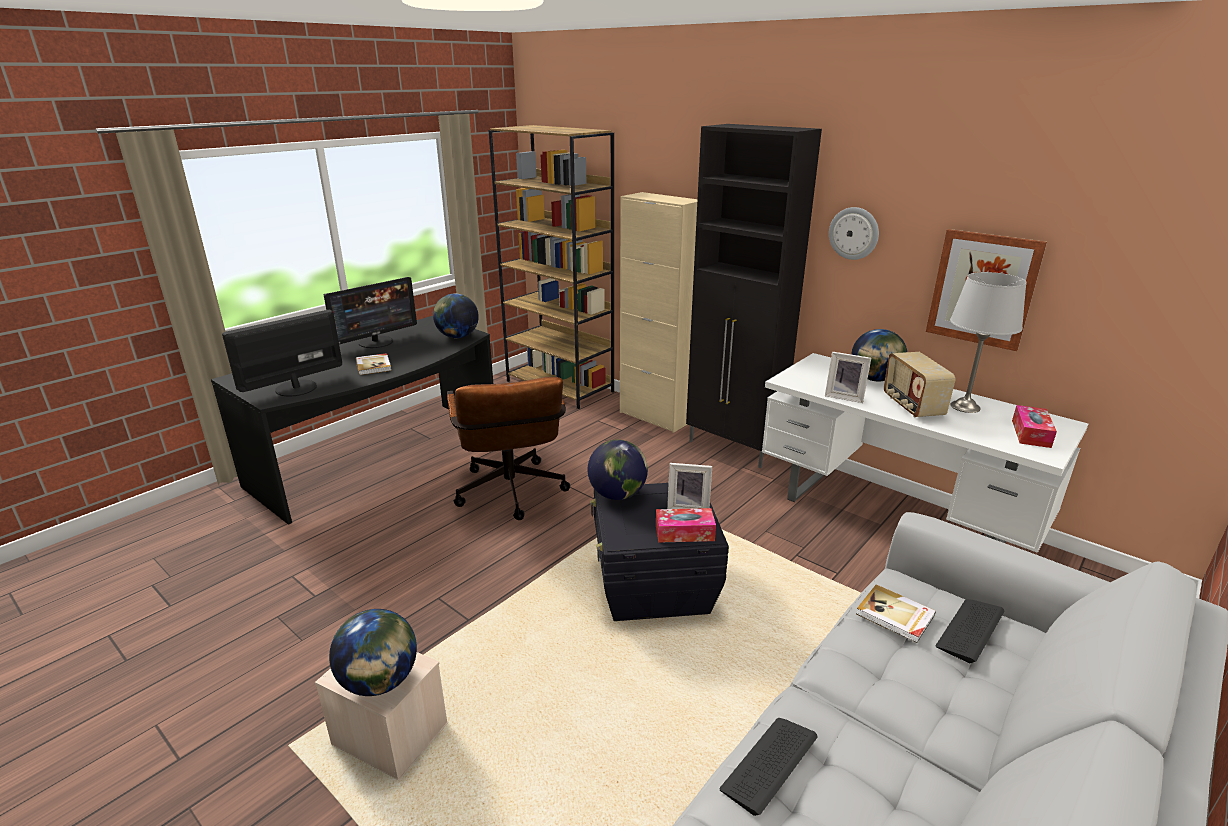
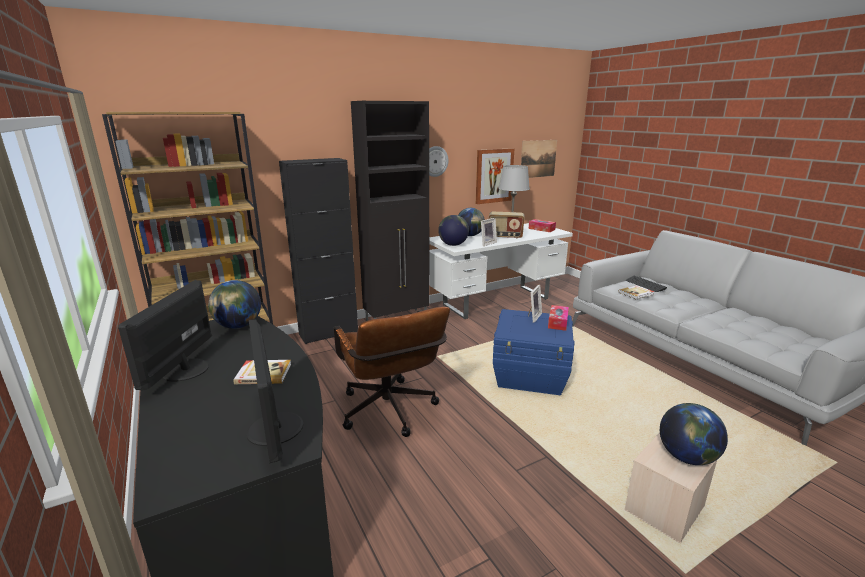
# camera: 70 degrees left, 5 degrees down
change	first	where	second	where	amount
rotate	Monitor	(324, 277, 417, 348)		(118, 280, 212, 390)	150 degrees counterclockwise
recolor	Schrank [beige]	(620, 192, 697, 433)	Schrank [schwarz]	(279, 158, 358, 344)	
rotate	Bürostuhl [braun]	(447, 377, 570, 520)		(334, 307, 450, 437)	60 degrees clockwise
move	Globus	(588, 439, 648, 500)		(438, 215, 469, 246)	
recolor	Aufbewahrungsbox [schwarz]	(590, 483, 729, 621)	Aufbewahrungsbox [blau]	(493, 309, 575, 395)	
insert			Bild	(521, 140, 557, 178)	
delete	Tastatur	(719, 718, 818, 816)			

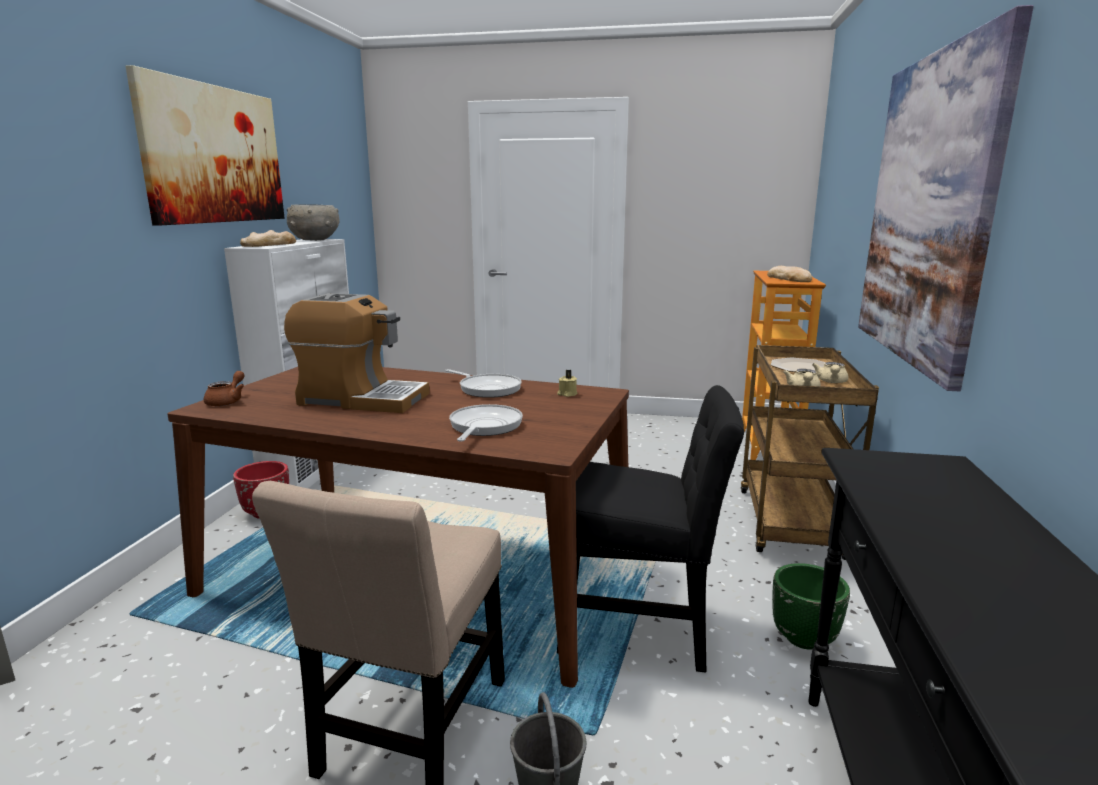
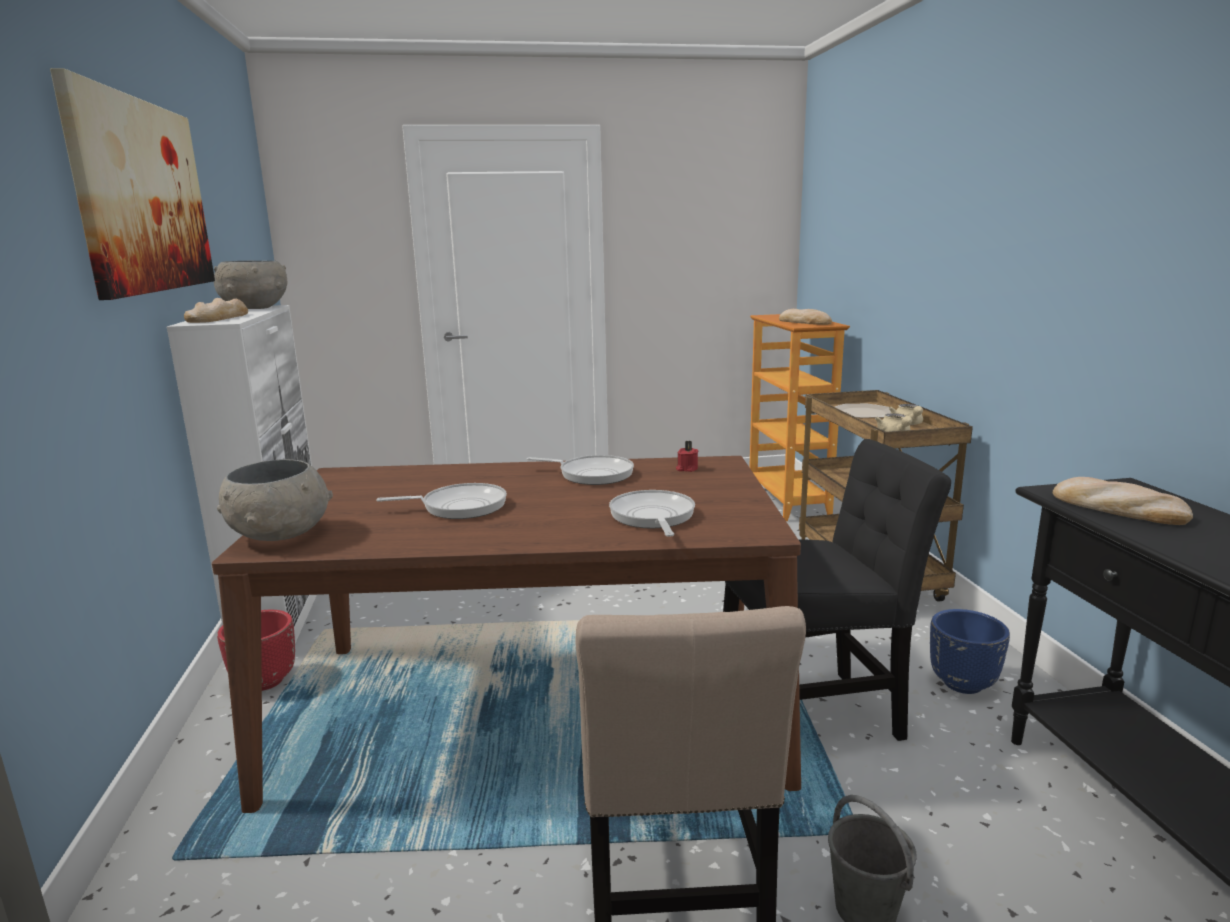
# camera: 20 degrees left, 0 degrees up
change	first	where	second	where	amount
replace	Teekanne [braun]	(204, 371, 245, 406)	Schüssel [grau]	(217, 459, 333, 541)	
replace	Kaffeemaschine	(284, 293, 430, 413)	Pfanne	(376, 483, 507, 519)	
recolor	Kerze [beige]	(557, 370, 578, 397)	Kerze [rot]	(676, 441, 698, 472)	
recolor	Pflanzkübel [grün]	(772, 563, 850, 650)	Pflanzkübel [blau]	(930, 609, 1010, 694)	
insert			Brot	(1053, 477, 1193, 525)	
delete	Bild	(858, 5, 1034, 391)			

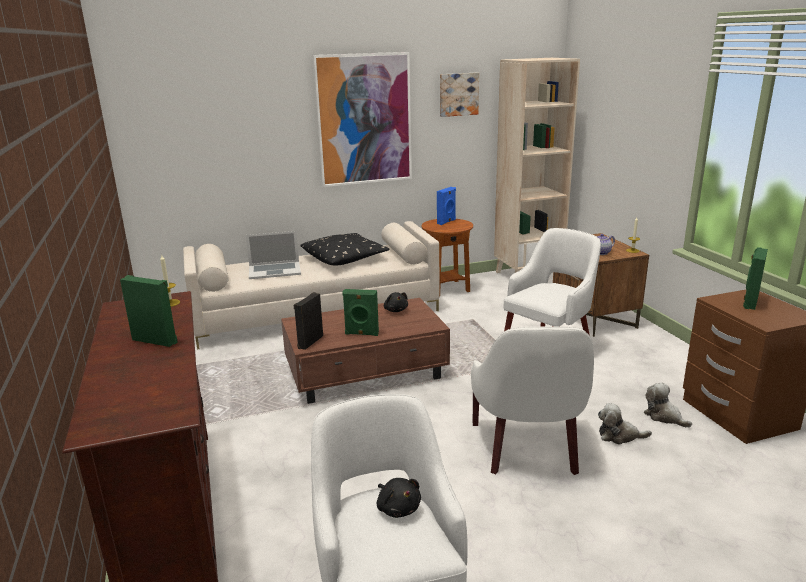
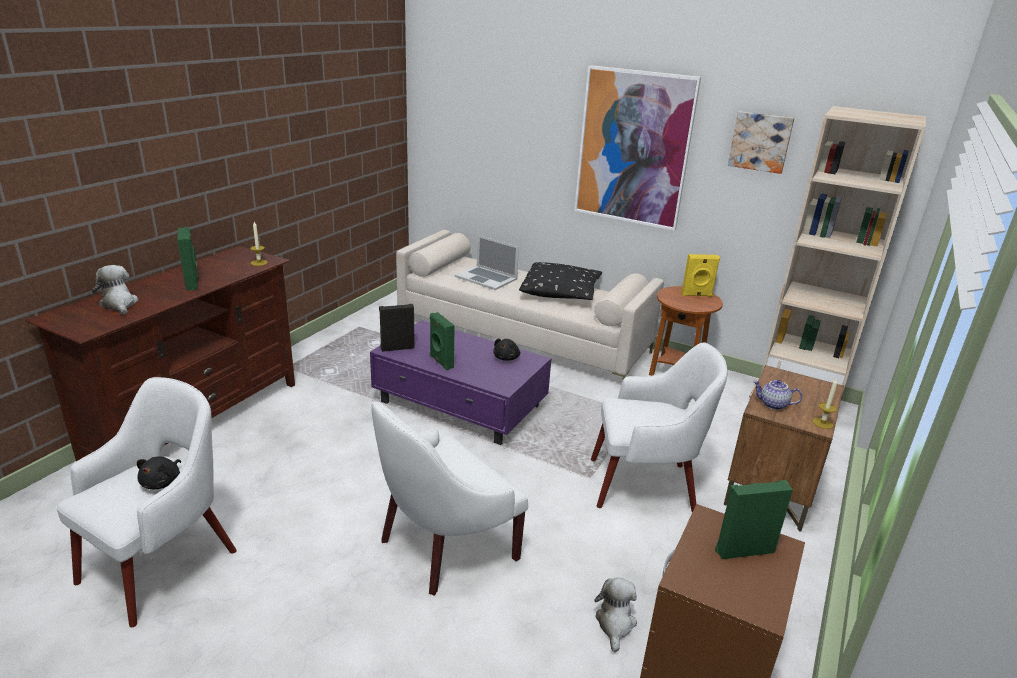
# camera: 45 degrees right, 5 degrees up
change	first	where	second	where	amount
move	Plüschtier	(598, 403, 652, 445)		(92, 265, 138, 315)	
recolor	Couchtisch [braun]	(281, 298, 450, 404)	Couchtisch [lila]	(370, 320, 551, 445)	
recolor	Lautsprecher [blau]	(437, 187, 456, 225)	Lautsprecher [gelb]	(681, 254, 720, 297)	

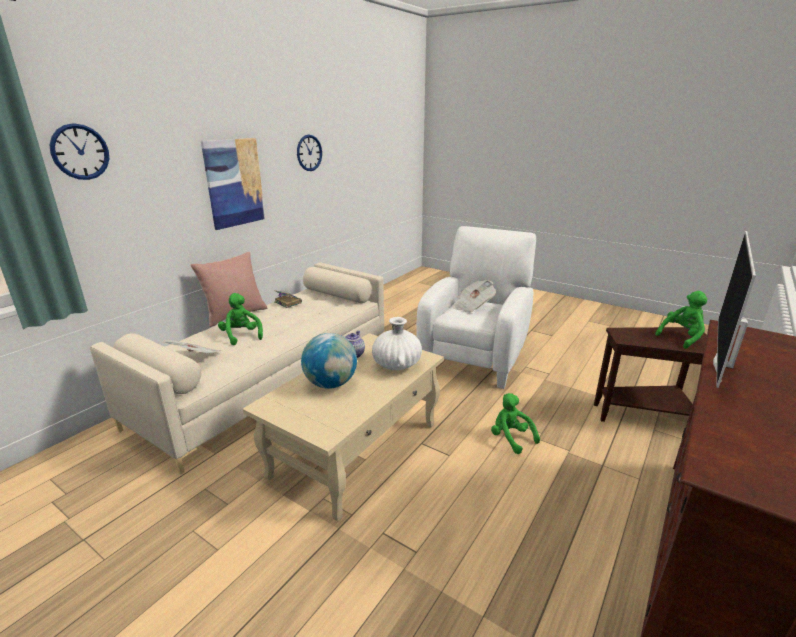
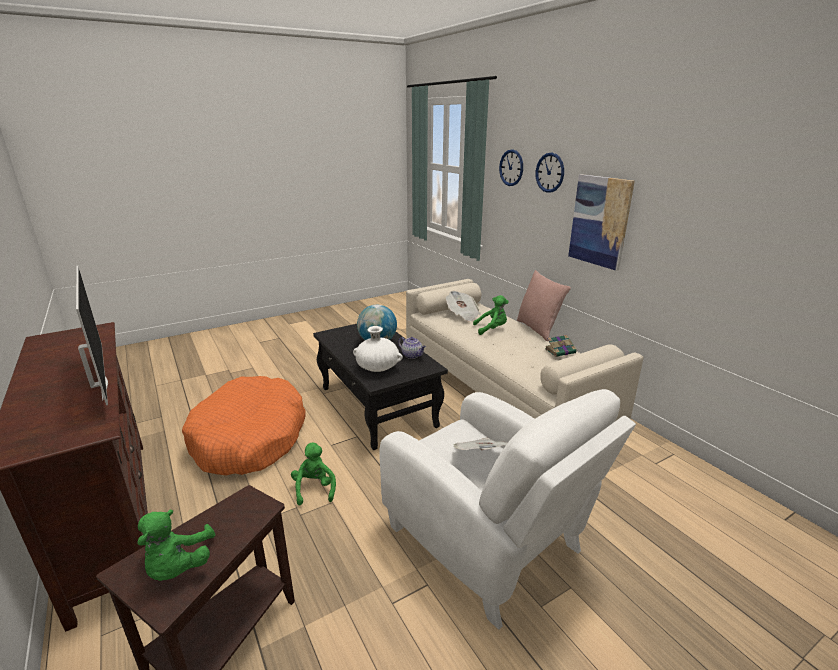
# camera: 115 degrees right, 0 degrees up
change	first	where	second	where	amount
insert			Hundebett [orange]	(182, 376, 305, 476)	
rotate	Plüschtier [grün]	(491, 393, 540, 454)		(291, 442, 336, 506)	90 degrees counterclockwise
recolor	Couchtisch [beige]	(243, 333, 444, 521)	Couchtisch [schwarz]	(313, 324, 448, 450)	
move	Wanduhr	(297, 135, 322, 171)		(536, 153, 564, 193)	

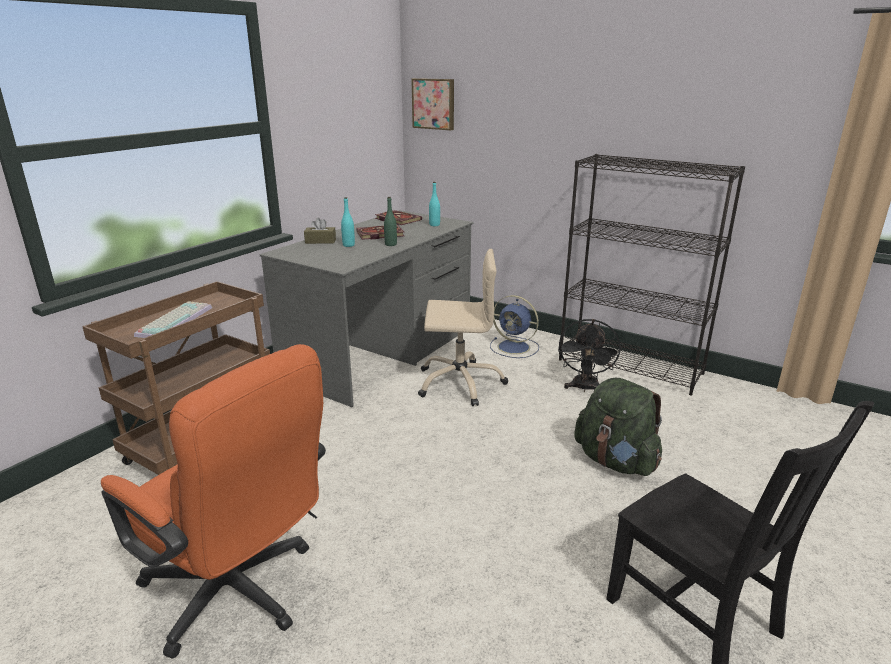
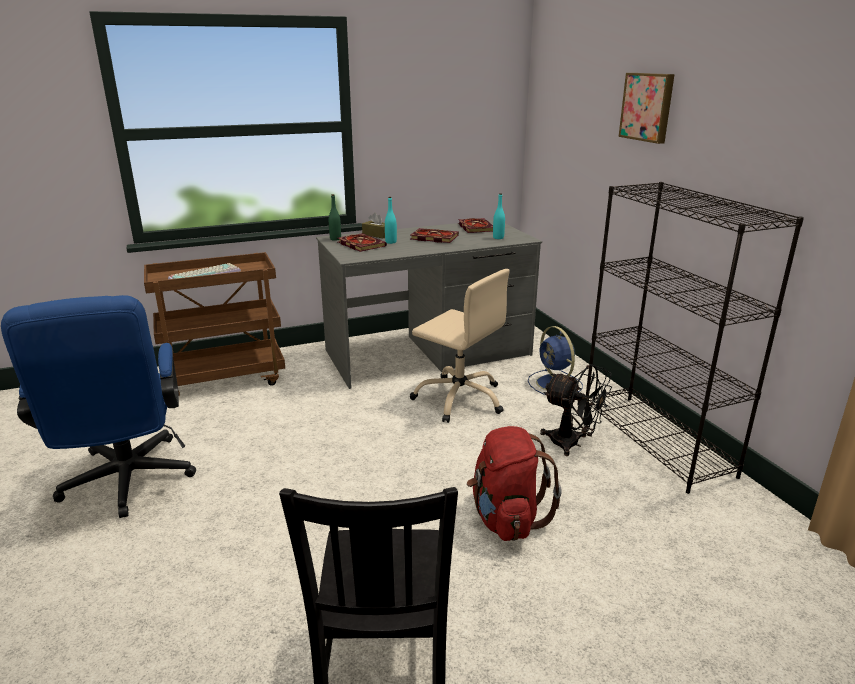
# camera: 35 degrees right, 0 degrees up
change	first	where	second	where	amount
recolor	Bürostuhl [orange]	(101, 344, 326, 659)	Bürostuhl [blau]	(1, 295, 196, 518)	
move	Flasche [grün]	(384, 197, 397, 246)		(329, 194, 341, 241)	
insert			Buch	(338, 233, 387, 252)	
recolor	Rucksack [grün]	(574, 378, 662, 476)	Rucksack [rot]	(467, 426, 562, 541)	
rotate	Ventilator [schwarz]	(558, 319, 620, 392)		(540, 364, 612, 456)	105 degrees counterclockwise
move	Bild	(411, 78, 454, 130)		(618, 73, 675, 144)	

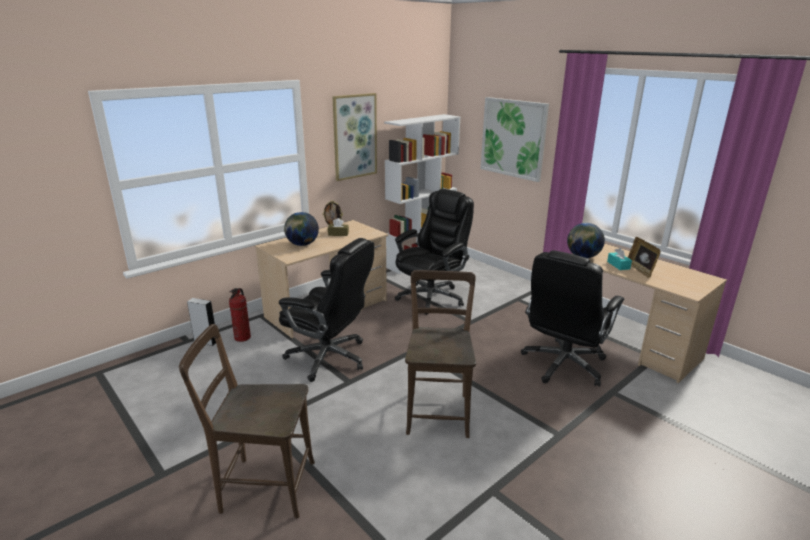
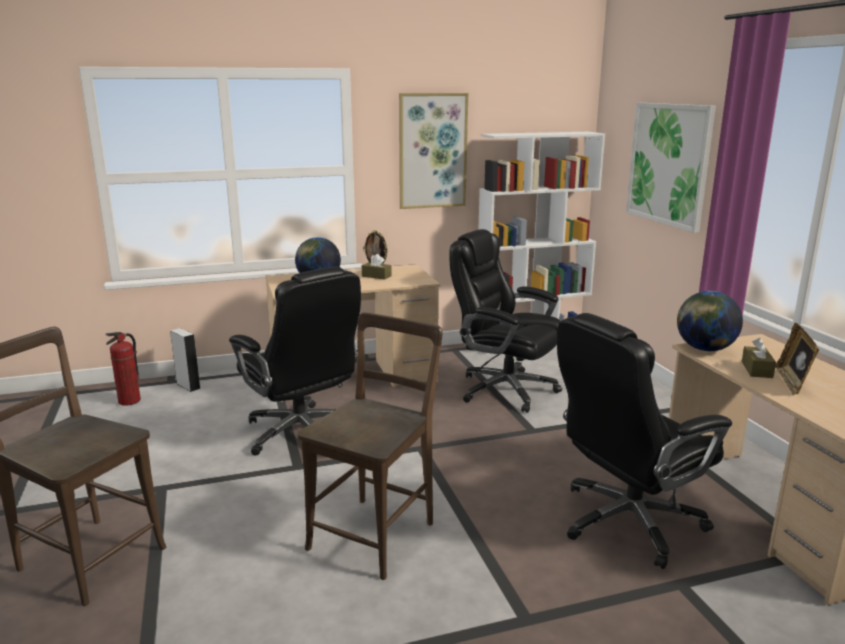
# camera: 25 degrees right, 5 degrees down
change	first	where	second	where	amount
move	Feuerlöscher	(229, 288, 251, 342)		(105, 332, 141, 406)	
rotate	Bürostuhl [schwarz]	(395, 189, 474, 315)		(450, 229, 562, 413)	120 degrees counterclockwise
recolor	Taschentuchbox [türkis]	(607, 248, 632, 270)	Taschentuchbox [braun]	(742, 338, 776, 378)	

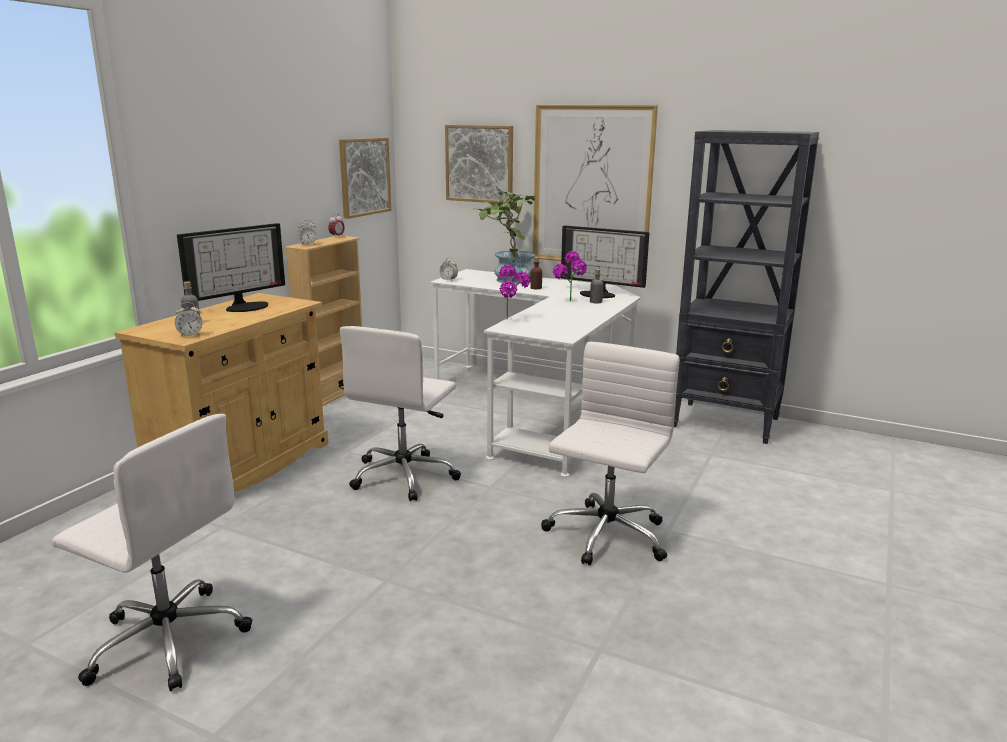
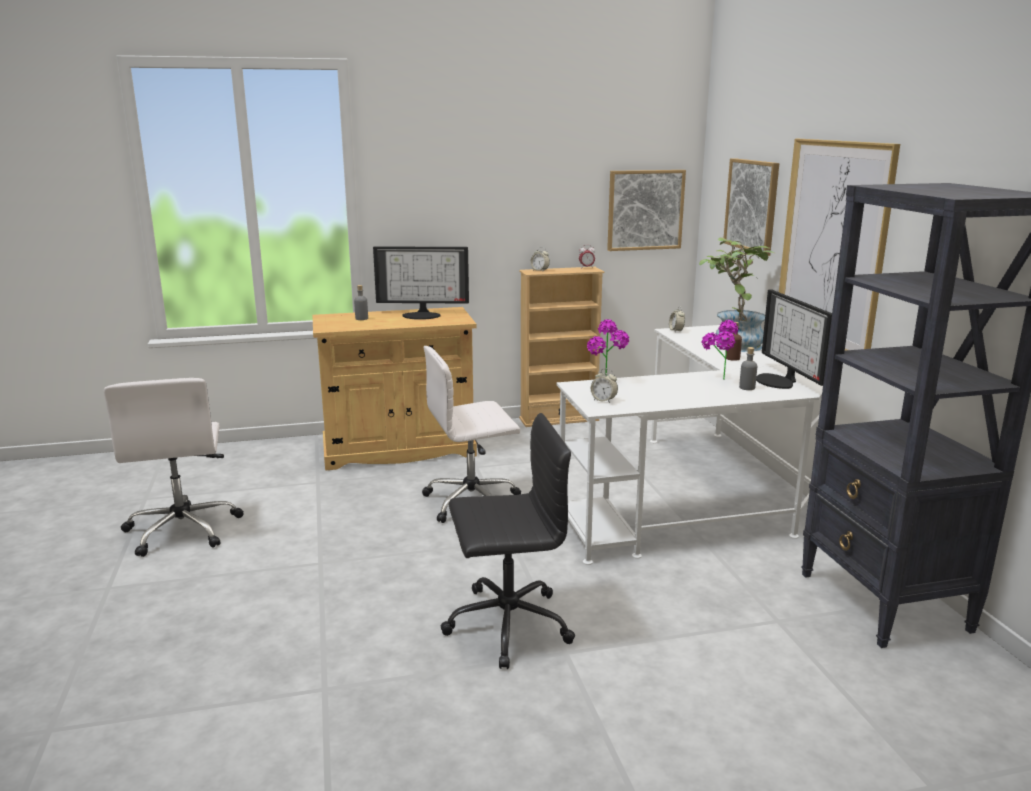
# camera: 50 degrees right, 0 degrees up
change	first	where	second	where	amount
recolor	Bürostuhl [weiß]	(541, 342, 680, 566)	Bürostuhl [schwarz]	(441, 413, 575, 669)	
move	Wecker	(175, 302, 202, 337)		(591, 369, 618, 403)	

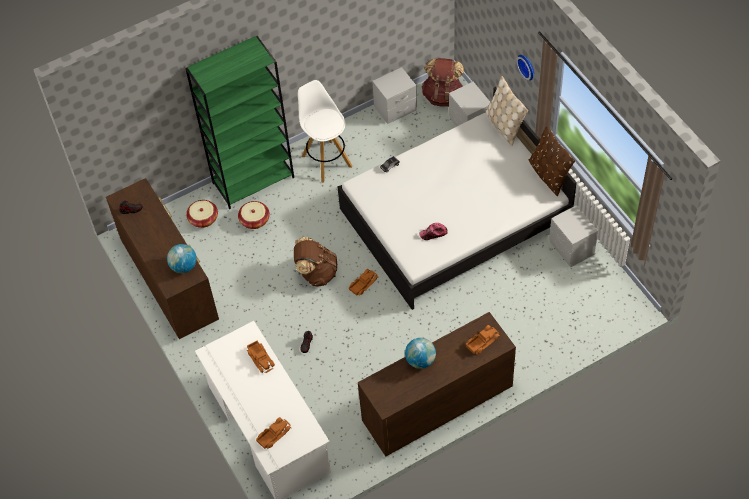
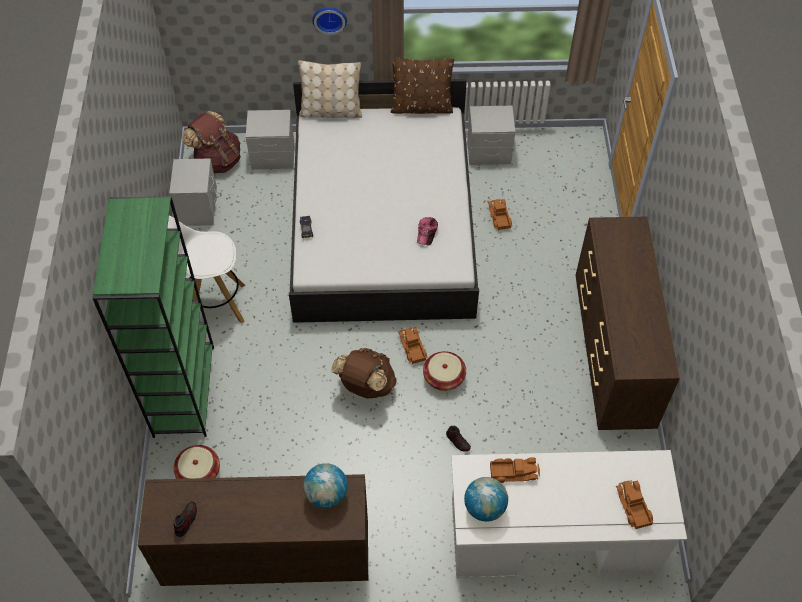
# camera: 65 degrees left, 0 degrees up
change	first	where	second	where	amount
move	Korb	(238, 201, 270, 229)		(423, 351, 466, 391)	
move	Globus	(405, 338, 436, 369)		(464, 477, 508, 522)	
move	Spielzeuglaster	(466, 325, 500, 354)		(488, 199, 512, 230)	

